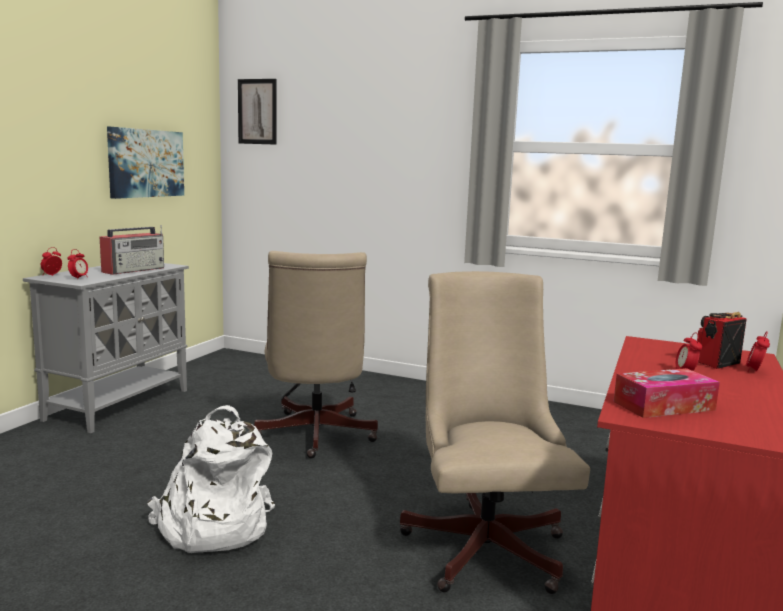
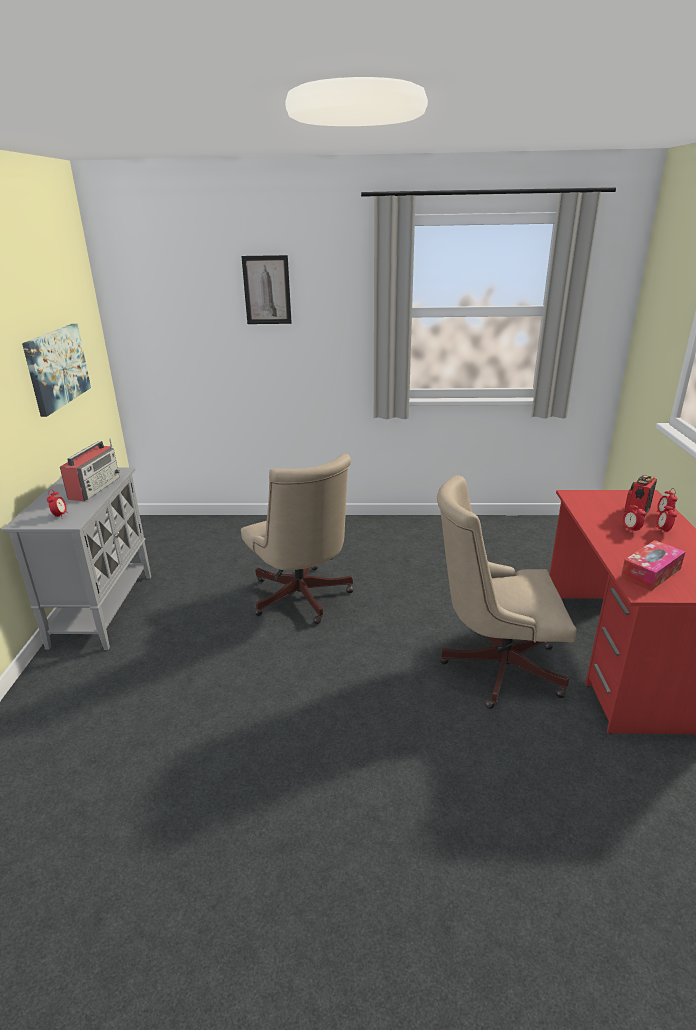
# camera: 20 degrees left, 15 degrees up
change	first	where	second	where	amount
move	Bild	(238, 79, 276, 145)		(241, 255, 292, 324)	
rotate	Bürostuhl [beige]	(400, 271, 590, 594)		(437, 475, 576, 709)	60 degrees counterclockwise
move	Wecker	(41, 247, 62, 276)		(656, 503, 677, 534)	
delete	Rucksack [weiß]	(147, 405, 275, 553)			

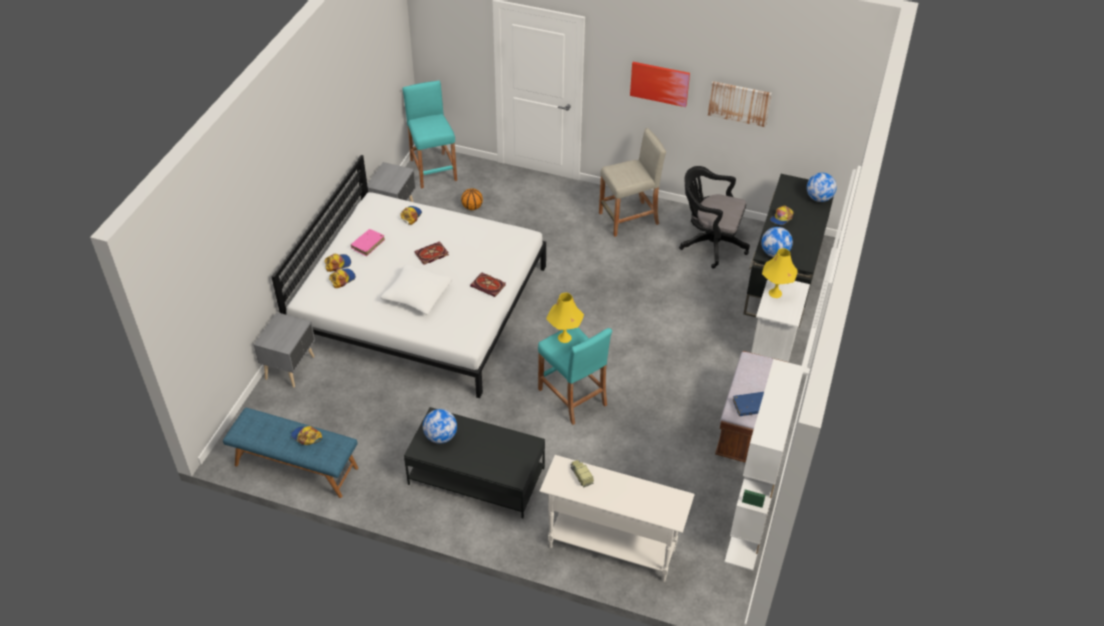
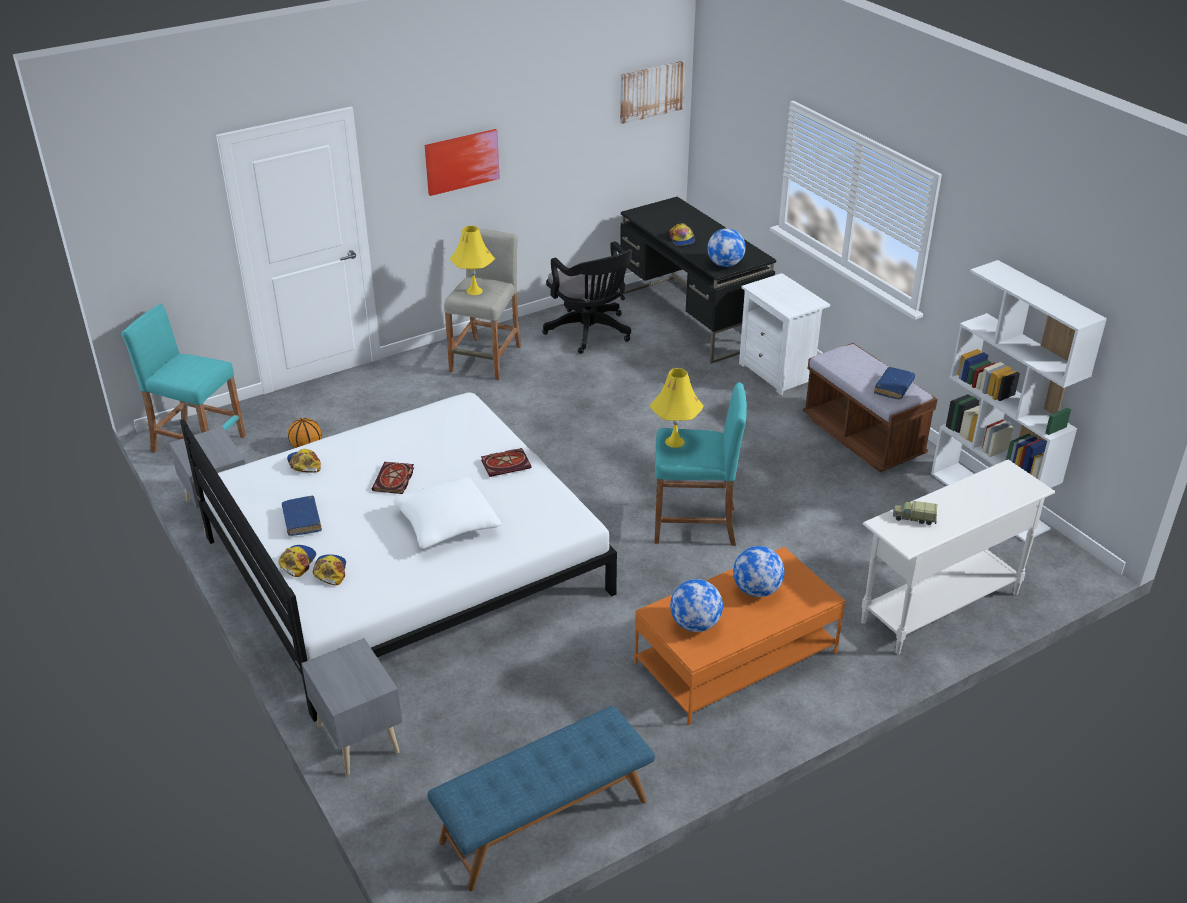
# camera: 50 degrees left, 10 degrees down
change	first	where	second	where	amount
recolor	Buch [rosa]	(351, 229, 385, 256)	Buch [blau]	(282, 496, 322, 536)	
move	Tischlampe [gelb]	(762, 248, 798, 298)		(450, 226, 495, 295)	
rotate	Bürostuhl [schwarz]	(679, 166, 750, 269)		(542, 241, 632, 354)	90 degrees counterclockwise
move	Bild	(708, 81, 772, 127)		(620, 61, 685, 124)	
recolor	Couchtisch [schwarz]	(404, 407, 545, 519)	Couchtisch [orange]	(634, 547, 845, 725)	
move	Globus	(807, 173, 837, 202)		(733, 546, 784, 597)	
delete	Kappe	(291, 426, 322, 445)			

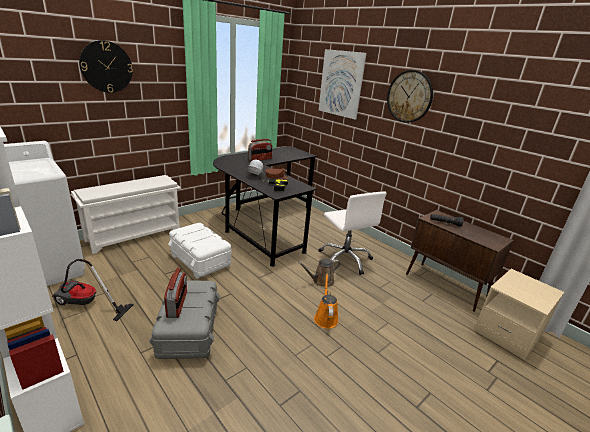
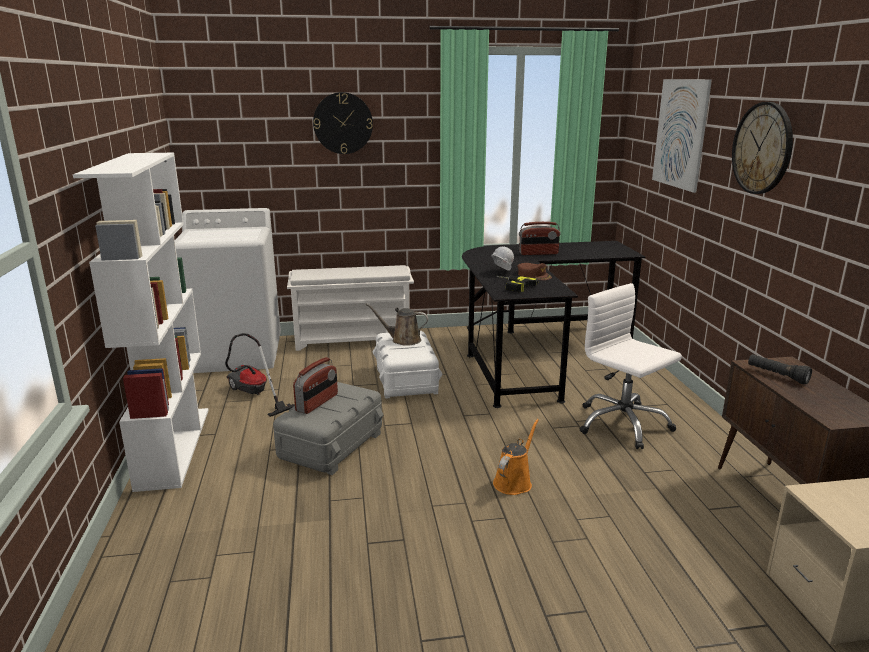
# camera: 35 degrees right, 5 degrees down
change	first	where	second	where	amount
move	Gießkanne [braun]	(298, 259, 340, 287)		(366, 303, 428, 346)	
rotate	Bürostuhl [weiß]	(319, 192, 387, 275)		(580, 283, 682, 449)	135 degrees clockwise

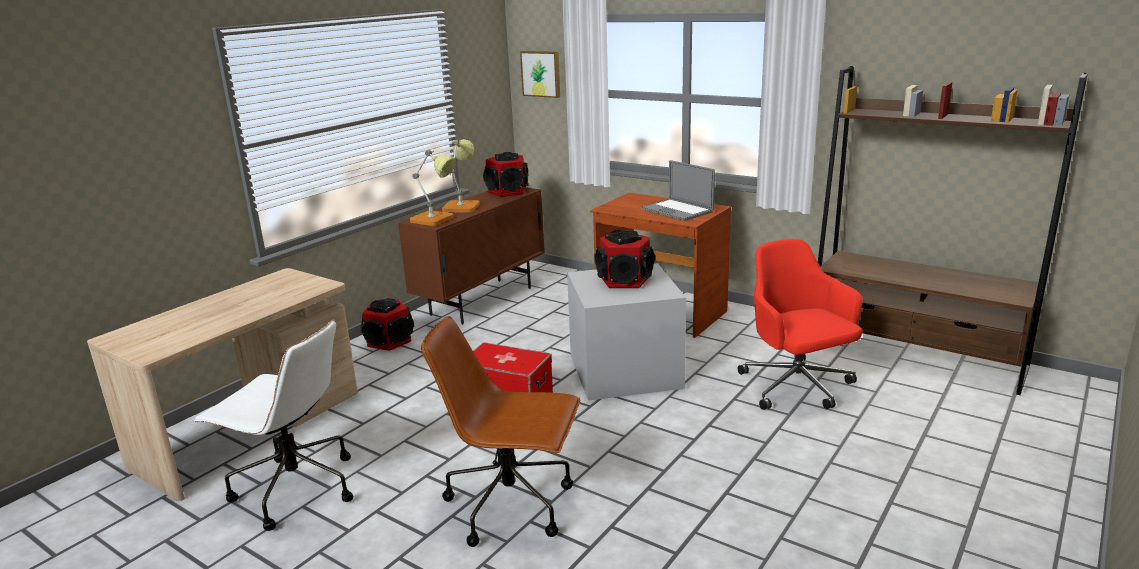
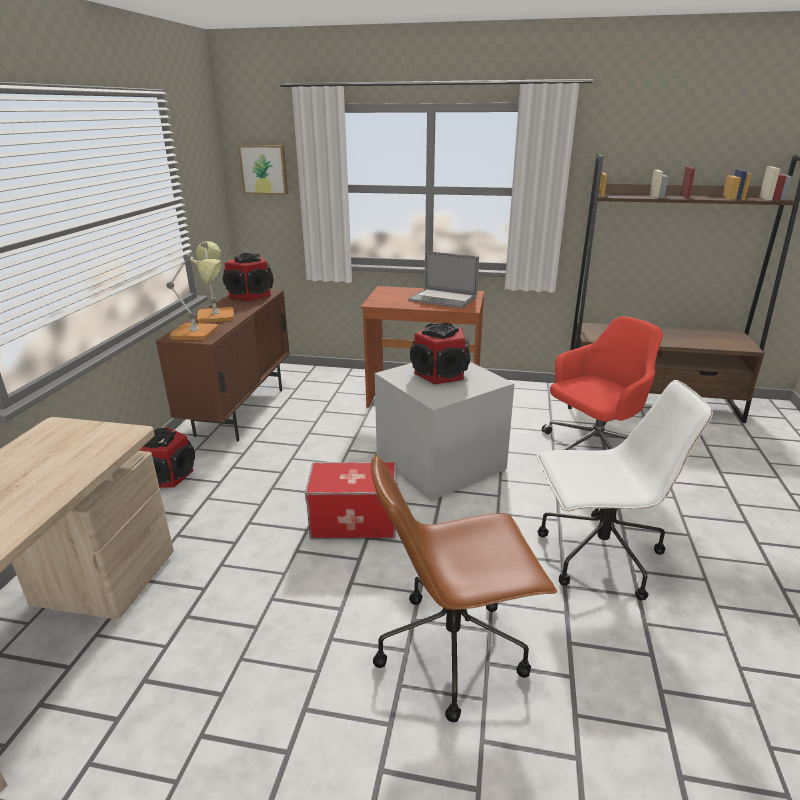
# camera: 25 degrees left, 5 degrees up
change	first	where	second	where	amount
move	Bürostuhl [weiß]	(193, 319, 354, 531)		(537, 380, 713, 600)	
rotate	Bürostuhl [rot]	(738, 239, 862, 410)		(542, 316, 663, 450)	105 degrees clockwise

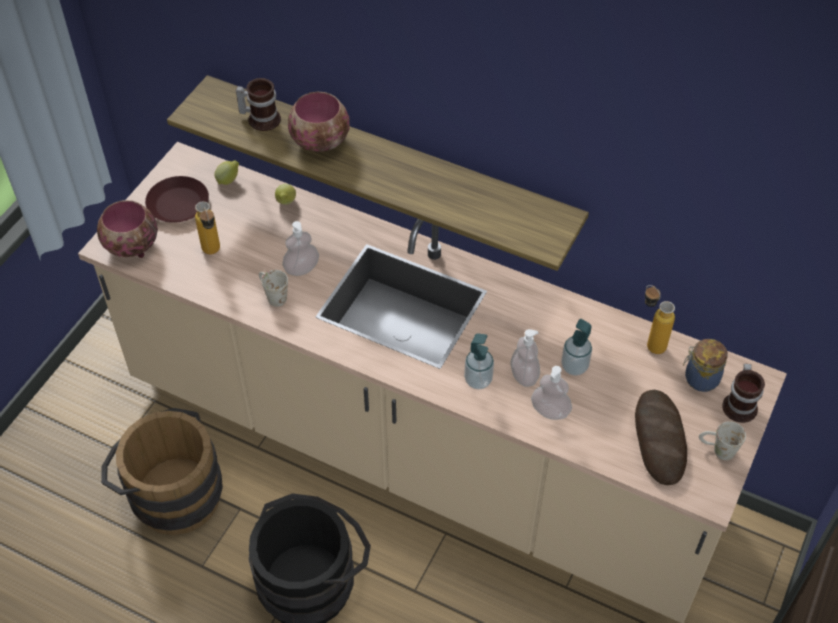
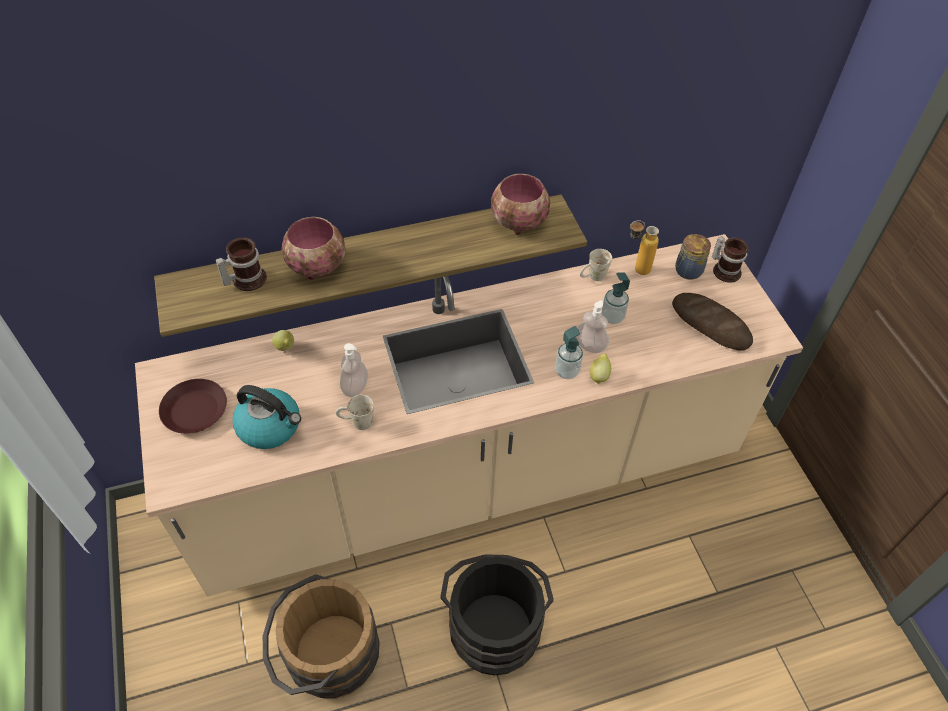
# camera: 45 degrees left, 0 degrees up
change	first	where	second	where	amount
replace	Flasche	(195, 201, 220, 254)	Wasserkessel	(233, 385, 301, 449)	
move	Schüssel	(97, 200, 158, 258)		(491, 174, 550, 235)	
move	Henkelbecher [weiß]	(699, 421, 746, 460)		(580, 249, 612, 281)	
move	Zitrone	(215, 160, 239, 185)		(590, 354, 611, 385)	
delete	Seifenspender	(531, 366, 572, 420)			

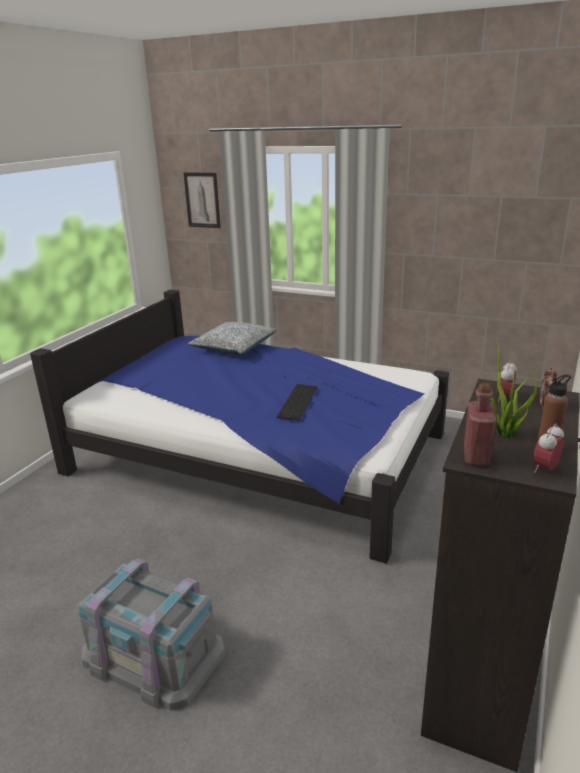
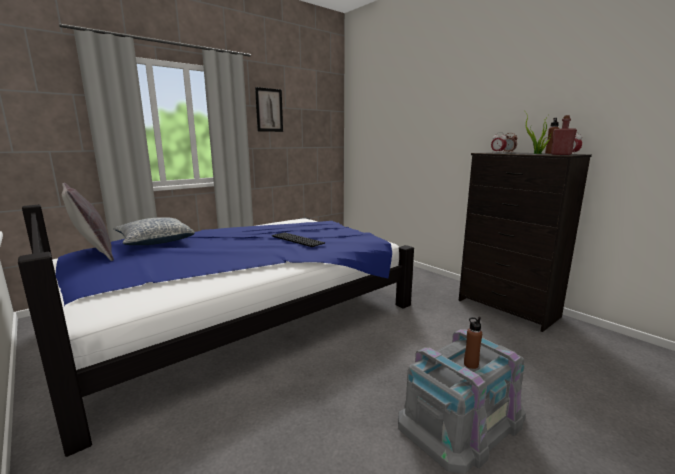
# camera: 65 degrees left, 10 degrees down
change	first	where	second	where	amount
insert			Kissen [grau]	(62, 183, 114, 261)	
move	Bild	(183, 172, 221, 228)		(255, 87, 283, 132)	
insert			Flasche [braun]	(464, 317, 482, 369)	

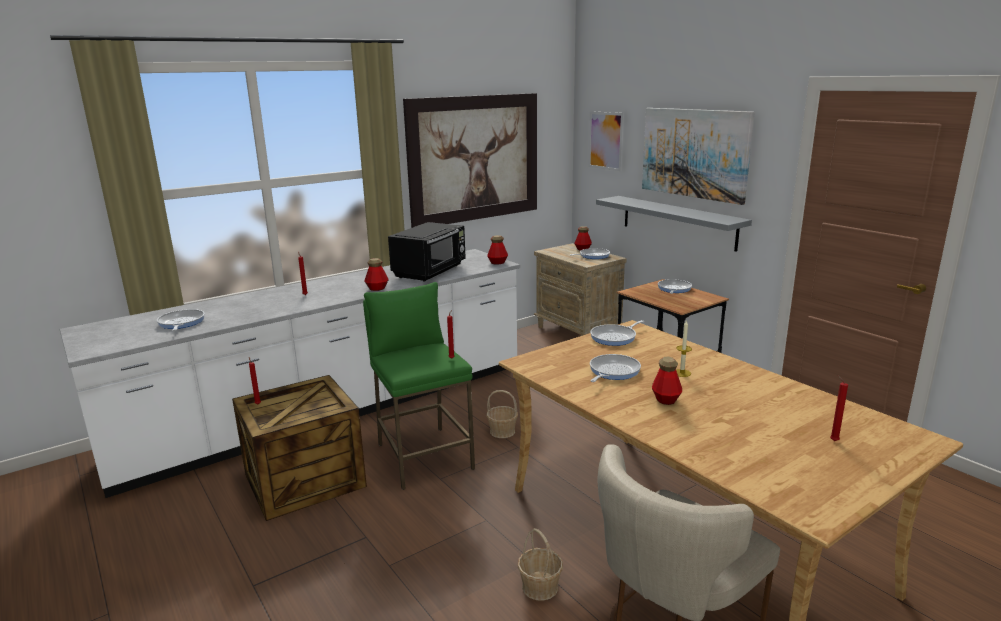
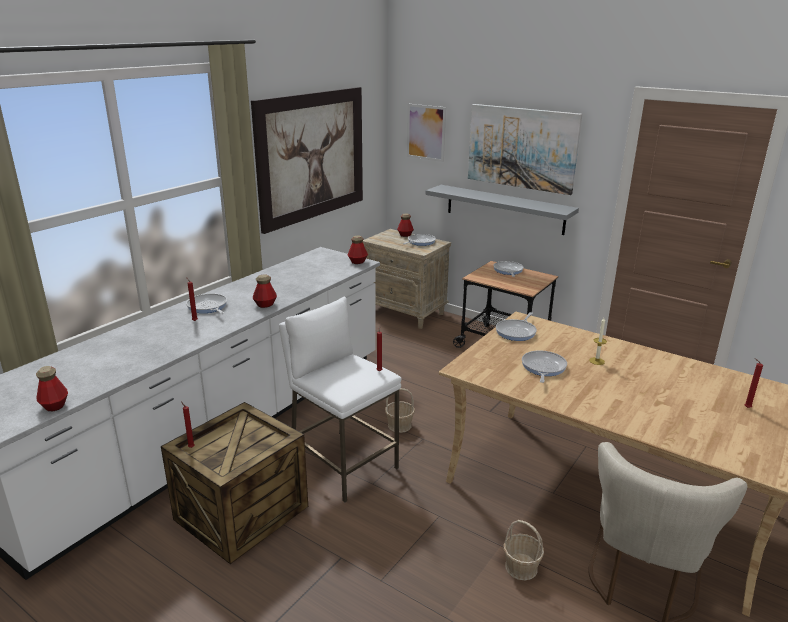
# camera: 20 degrees left, 5 degrees up
change	first	where	second	where	amount
move	Flasche	(652, 357, 682, 405)		(36, 366, 68, 411)	
move	Pfanne	(157, 309, 205, 331)		(186, 293, 227, 314)	
recolor	Hocker [grün]	(363, 282, 475, 490)	Hocker [weiß]	(279, 297, 401, 502)	
delete	Mikrowelle [schwarz]	(388, 222, 466, 282)			

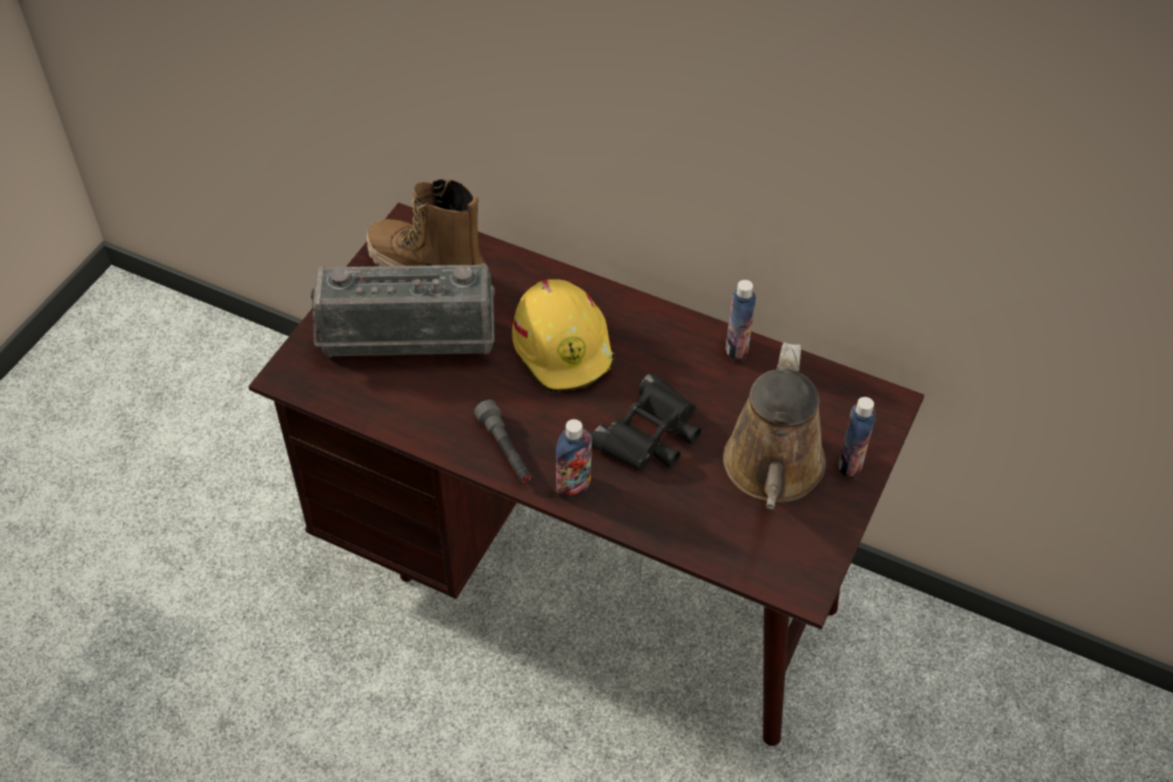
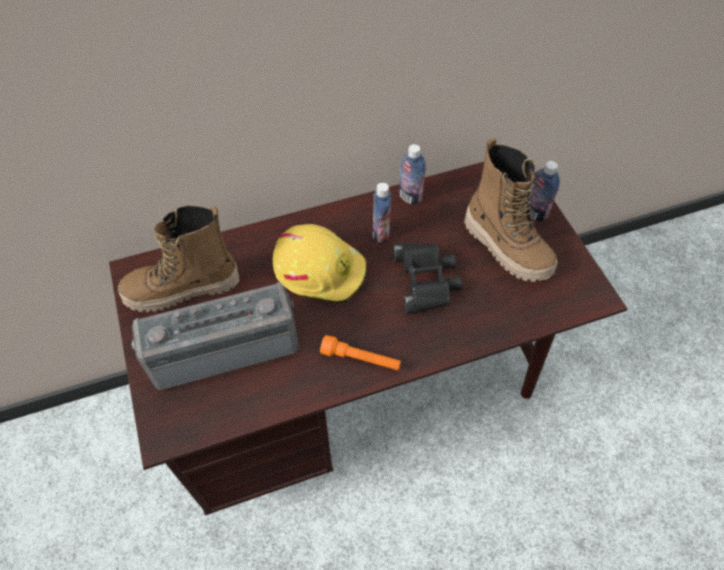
# camera: 45 degrees left, 5 degrees up
change	first	where	second	where	amount
rotate	Radio	(311, 263, 495, 358)		(131, 282, 299, 390)	150 degrees counterclockwise
recolor	Taschenlampe [grau]	(474, 400, 532, 483)	Taschenlampe [orange]	(320, 335, 401, 370)	
move	Flasche	(556, 419, 592, 499)		(373, 183, 392, 245)	
replace	Gießkanne [braun]	(723, 342, 826, 509)	Stiefel	(464, 137, 557, 282)	

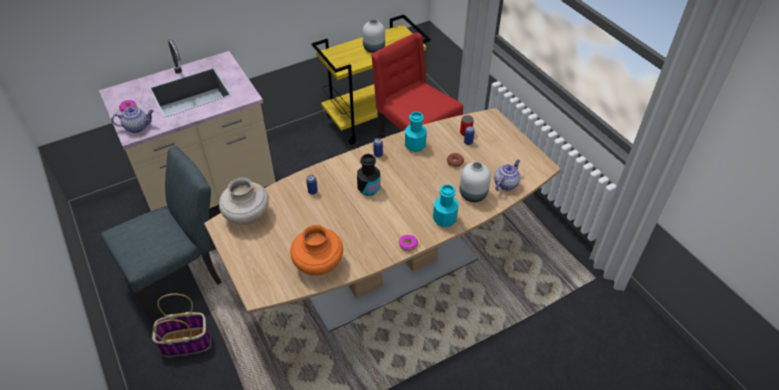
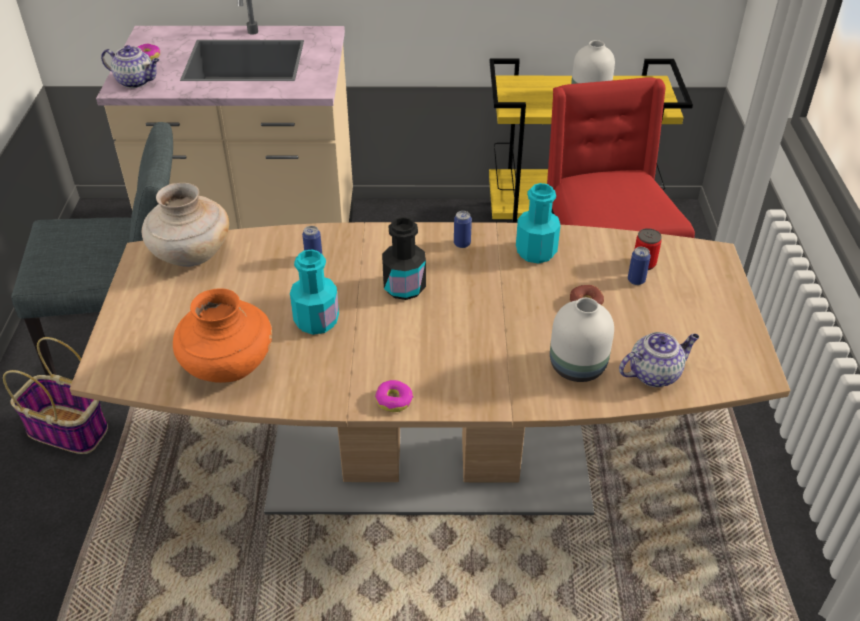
# camera: 30 degrees right, 5 degrees down
change	first	where	second	where	amount
move	Flasche [türkis]	(433, 184, 459, 227)		(290, 249, 339, 335)	

